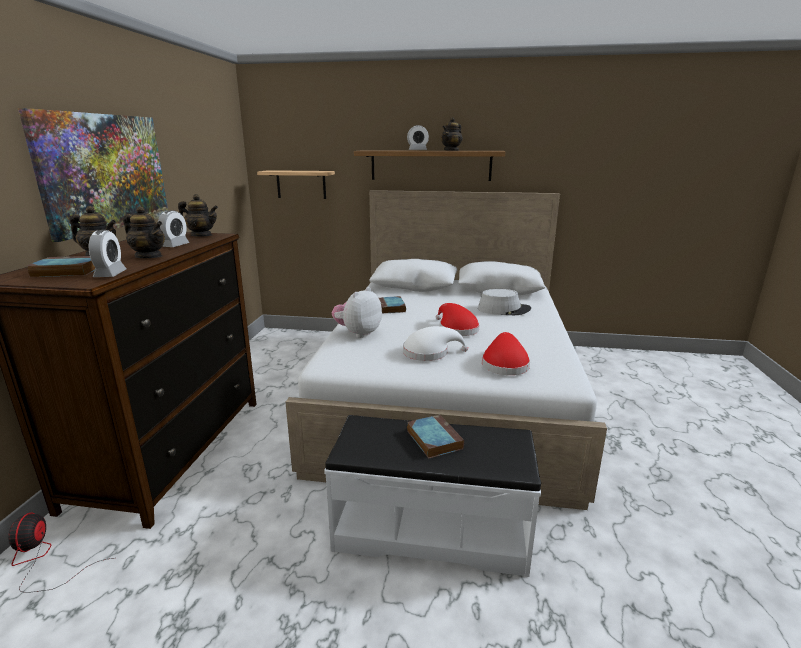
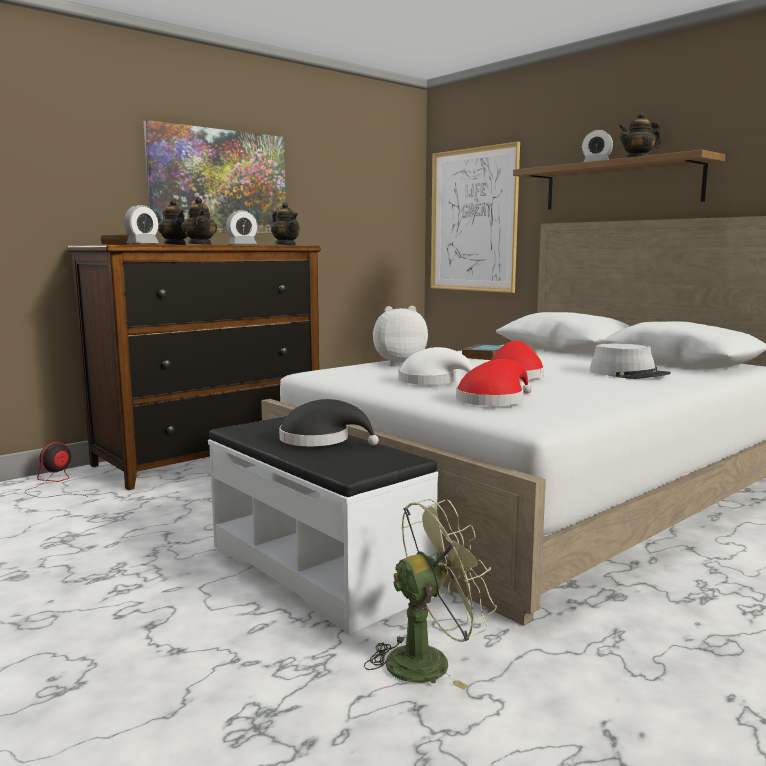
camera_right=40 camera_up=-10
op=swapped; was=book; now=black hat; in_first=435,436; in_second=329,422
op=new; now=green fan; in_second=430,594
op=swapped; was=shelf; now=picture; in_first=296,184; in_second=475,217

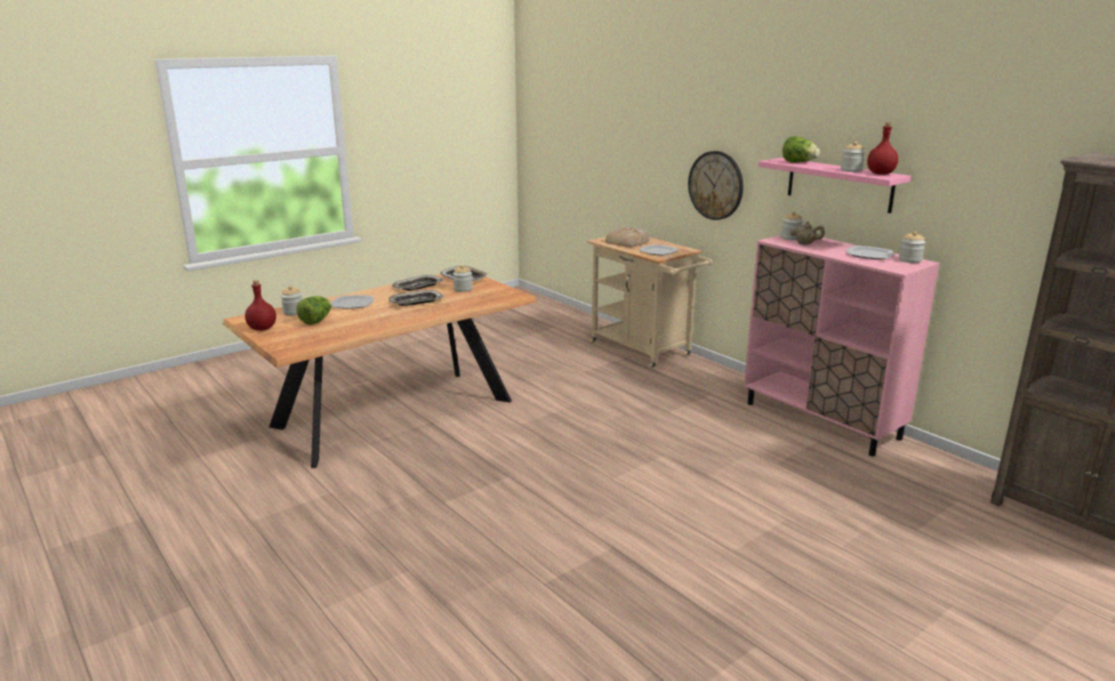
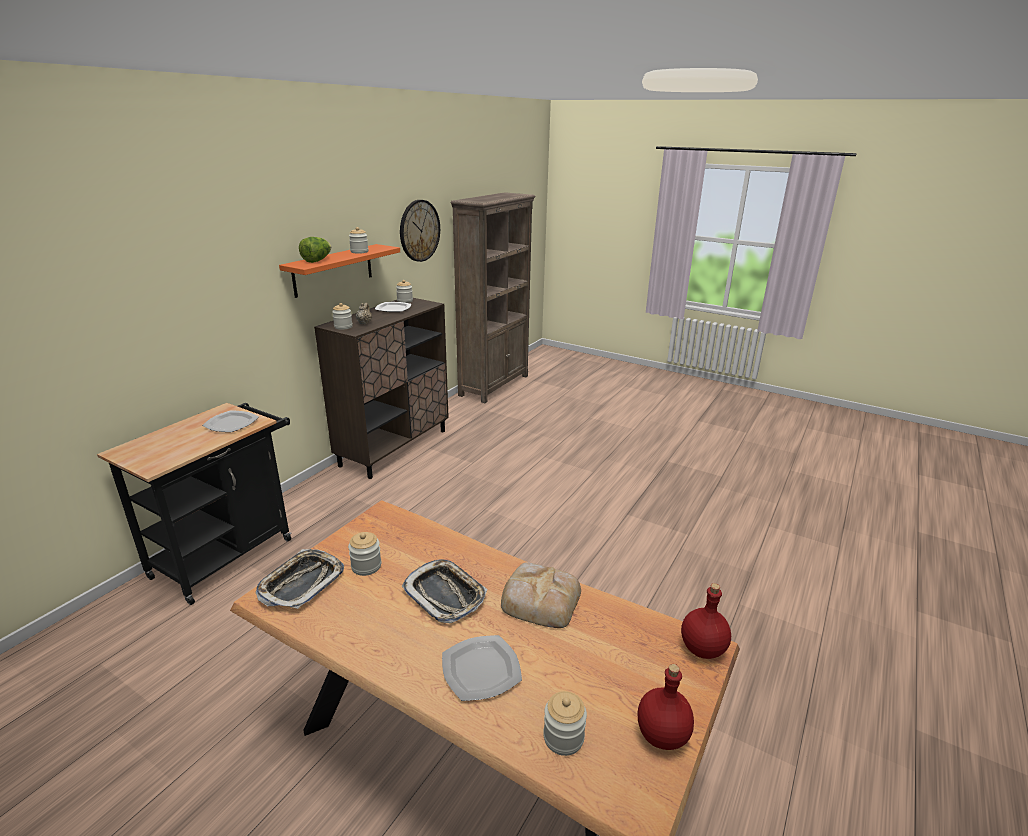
camera_right=-110 camera_up=5
op=repainted; was=beige cart; now=black cart; in_first=649,303; in_second=194,504
op=repainted; was=pink shelf; now=orange shelf; in_first=834,185; in_second=339,271
op=repainted; was=pink cabinet; now=brown cabinet; in_first=842,345; in_second=381,388
op=shifted; was=wall clock; in_first=715,185; in_second=420,231
op=shifted; was=bread; in_first=627,237; in_second=541,595
op=shifted; was=red bottle; in_first=882,148; in_second=706,621
op=gone; was=lettuce; in_first=314,310
op=gone; was=tray; in_first=418,283

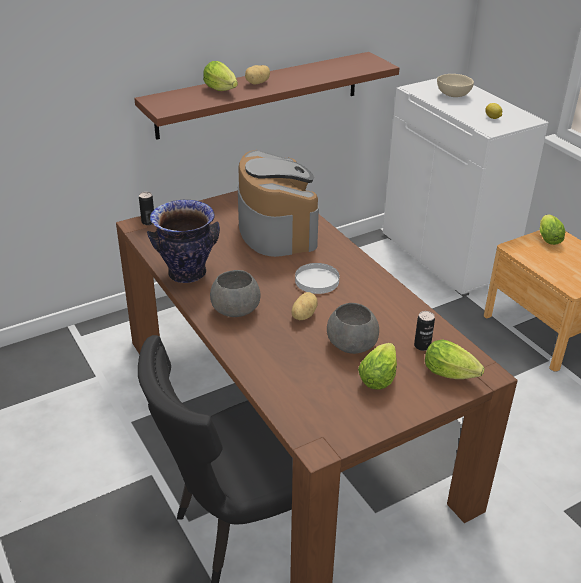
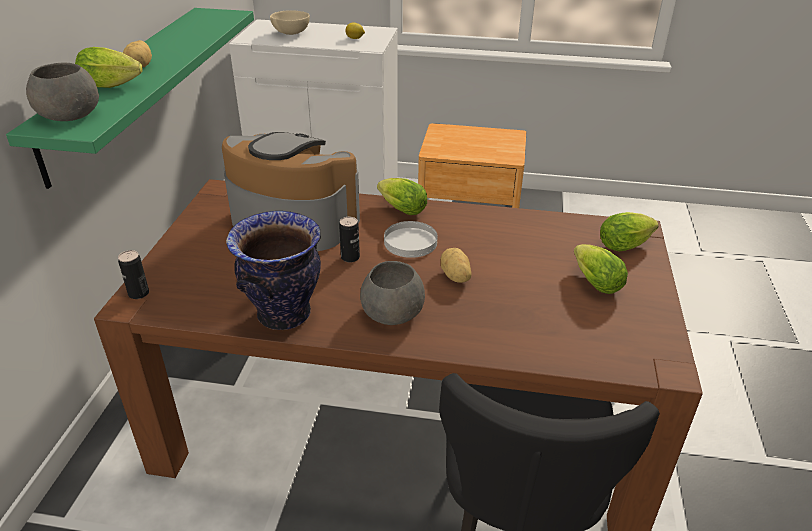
camera_right=-50 camera_up=0
op=repainted; was=brown shelf; now=green shelf; in_first=267,96; in_second=130,98
op=shifted; was=grey bowl; in_first=353,328; in_second=62,92
op=shifted; was=can; in_first=424,331; in_second=349,239
op=shifted; was=lettuce; in_first=553,230; in_second=402,196

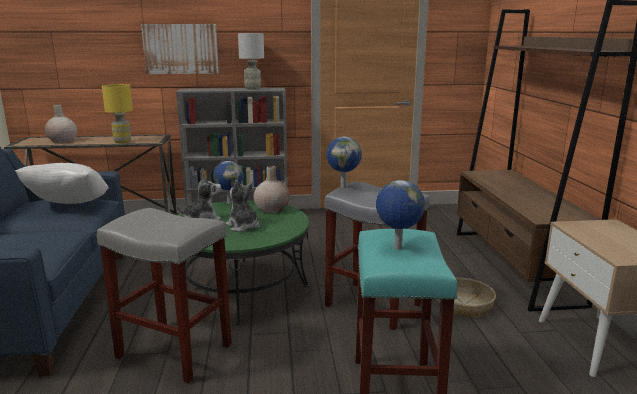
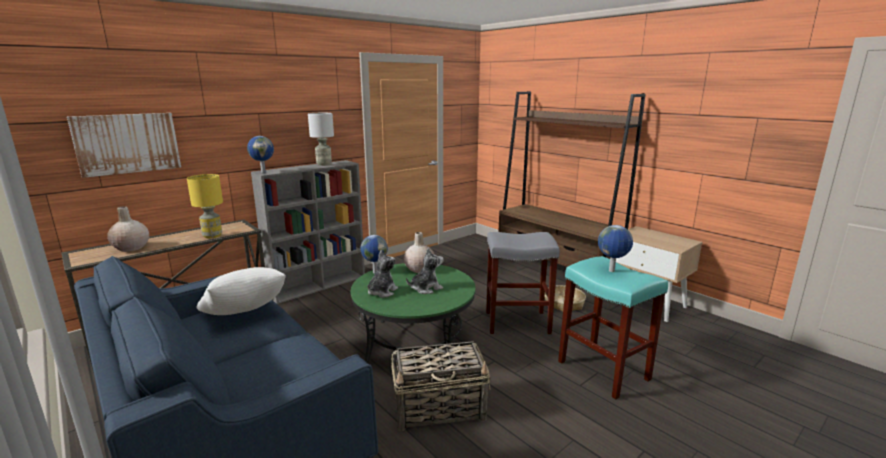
camera_right=-35 camera_up=0
op=shifted; was=picture; in_first=180,49; in_second=124,145
op=shifted; was=globe; in_first=344,162; in_second=260,154
op=swapped; was=grey stool; now=basket; in_first=164,295; in_second=440,386
op=rotated; was=plush toy; in_first=243,206; in_second=425,271; clockwise=135

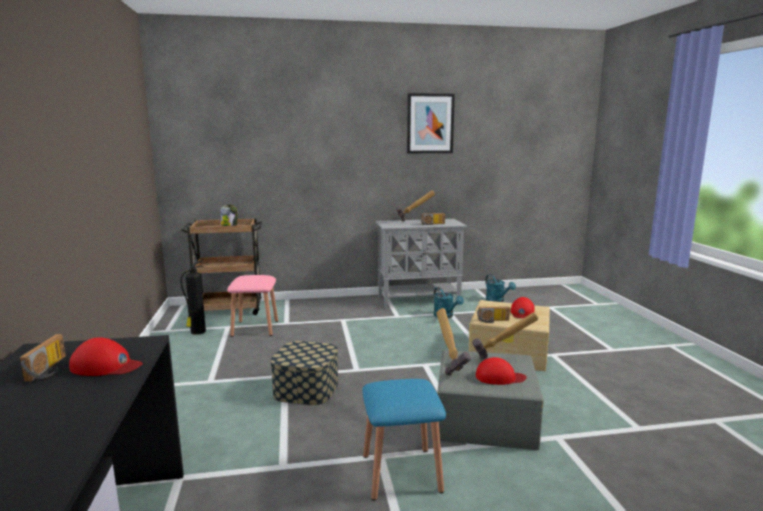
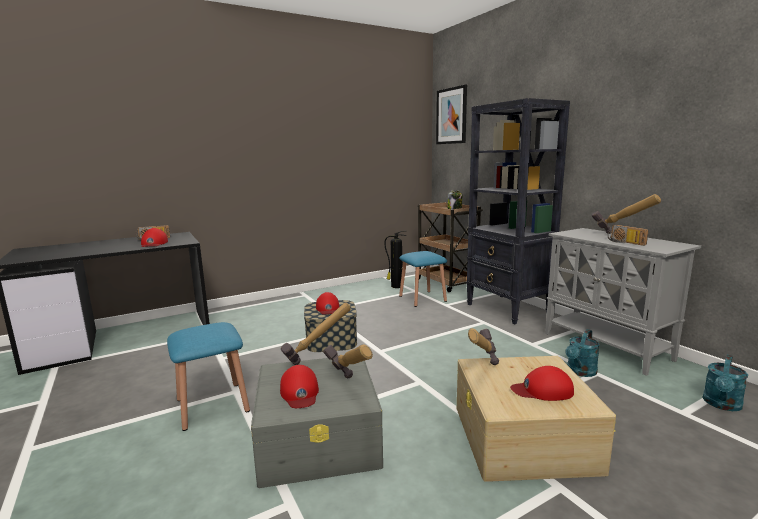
camera_right=70 camera_up=0
op=new; now=red cap; in_second=327,303
op=repainted; was=pink stool; now=blue stool; in_first=252,306; in_second=423,279
op=shifted; was=picture; in_first=431,123; in_second=451,114
op=new; now=black bookcase; in_second=518,211
op=swapped; was=radio; now=hammer; in_first=493,315; in_second=483,346

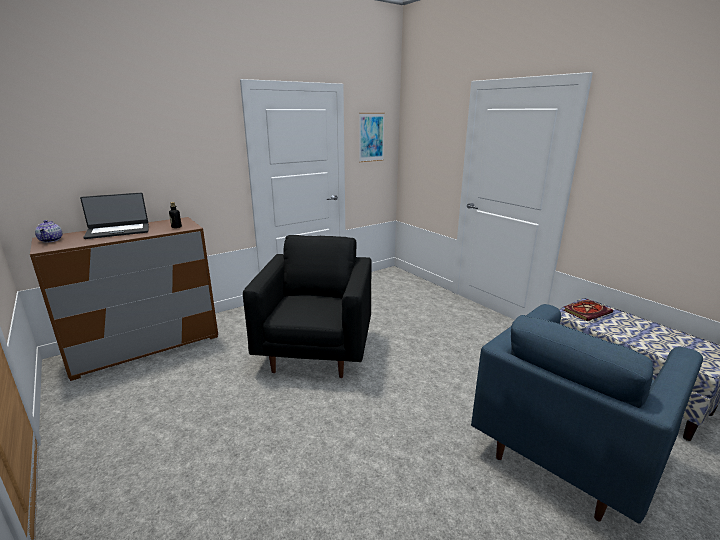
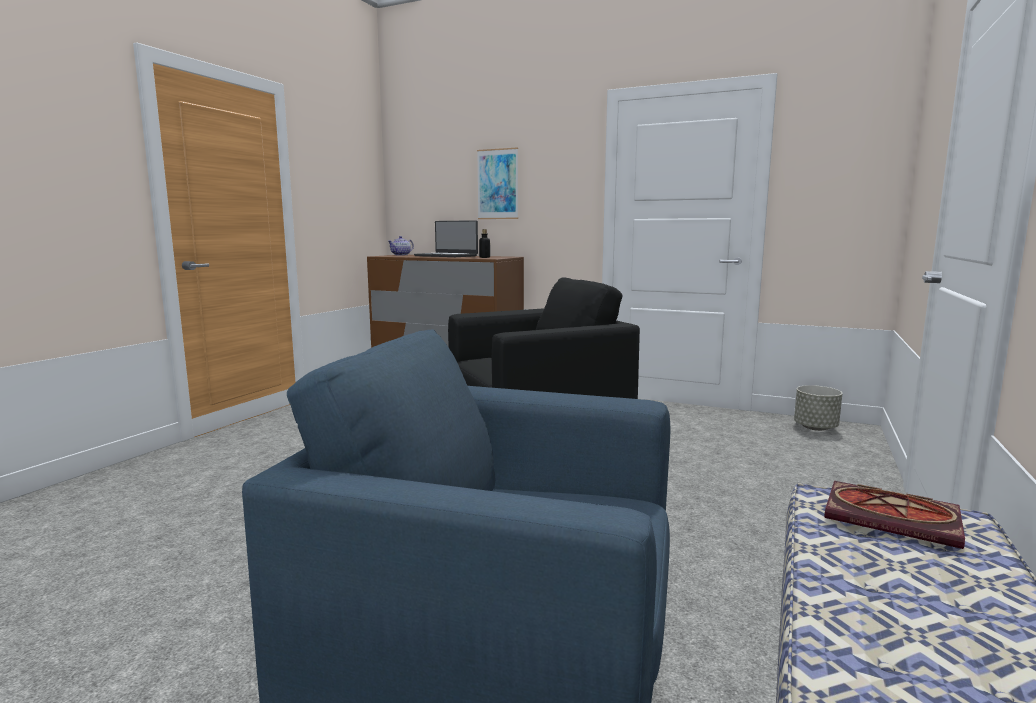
camera_right=60 camera_up=-10
op=shifted; was=picture; in_first=372,137; in_second=497,183
op=new; now=grey planter; in_second=818,408

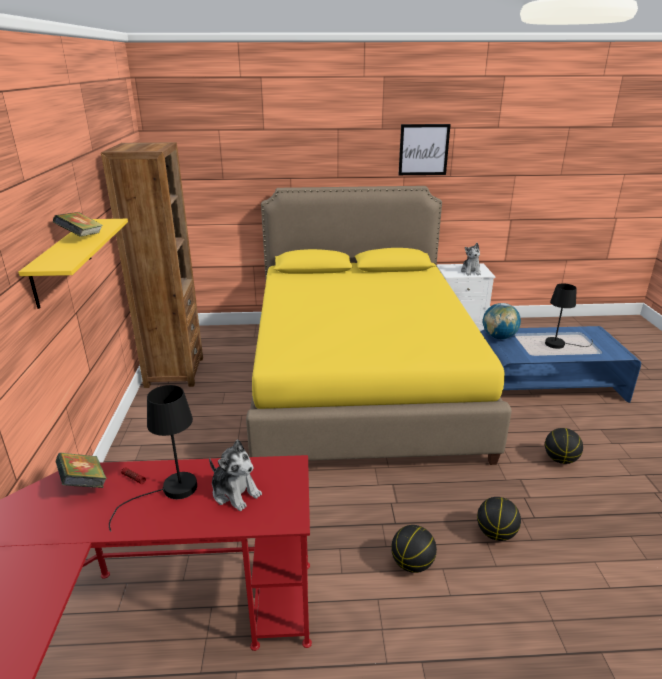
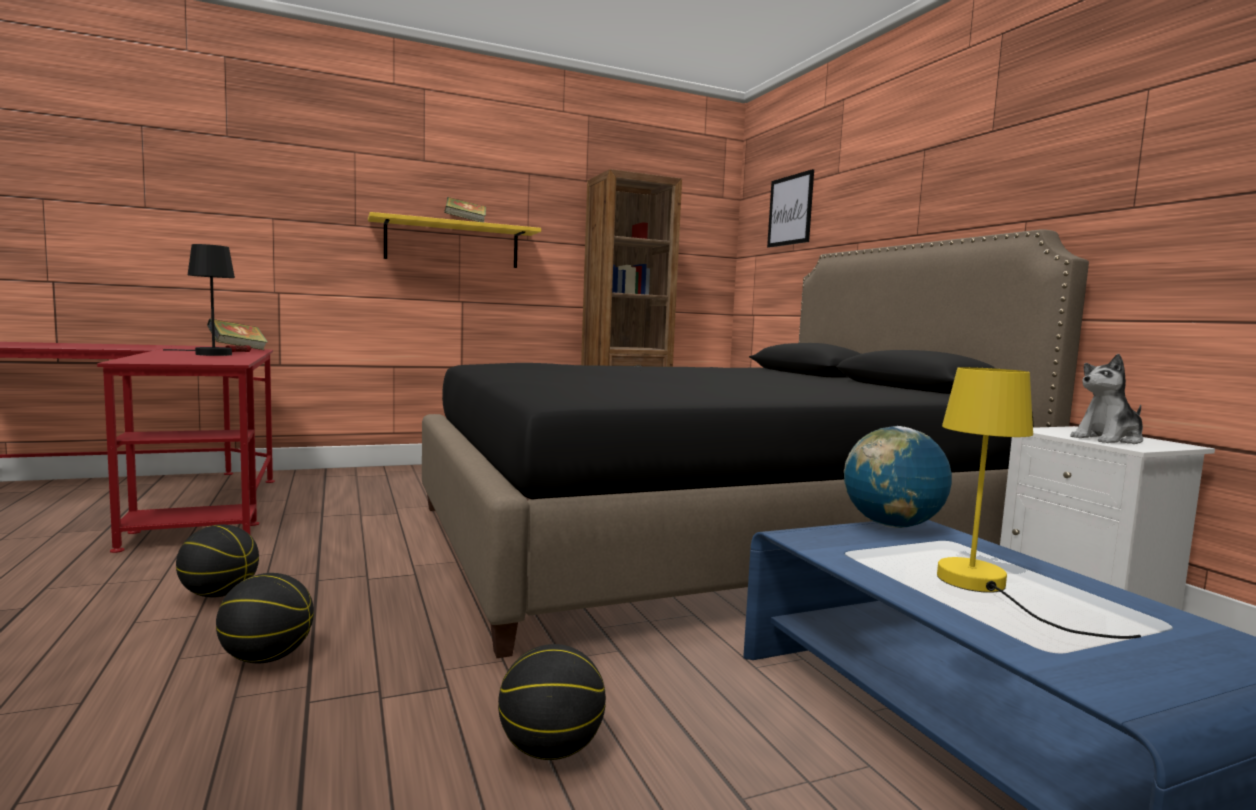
camera_right=70 camera_up=-20
op=repainted; was=yellow bed; now=black bed; in_first=379,325; in_second=755,443
op=shifted; was=picture; in_first=424,149; in_second=790,208
op=repainted; was=black table lamp; now=yellow table lamp; in_first=569,316; in_second=1039,503
op=gone; was=plush toy; in_first=235,475

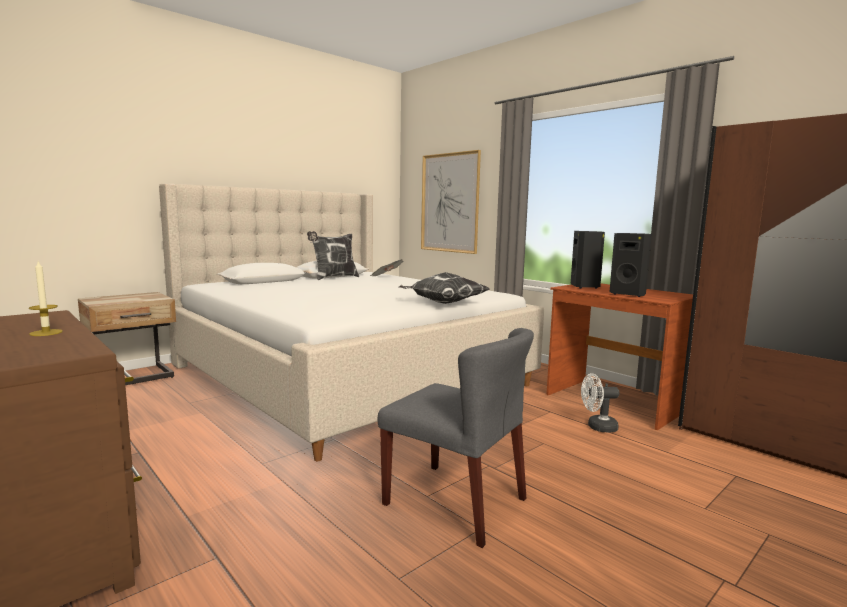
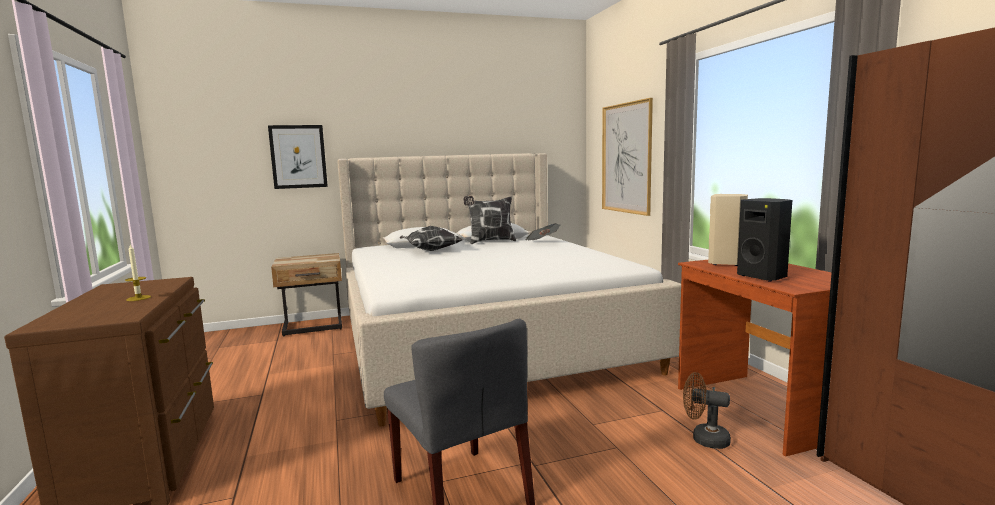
camera_right=25 camera_up=0
op=new; now=picture; in_second=298,157
op=shifted; was=pillow; in_first=444,288; in_second=431,238
op=repainted; was=white fan; now=brown fan; in_first=600,402; in_second=707,410
op=repainted; was=black speaker; now=beige speaker; in_first=588,259; in_second=728,230

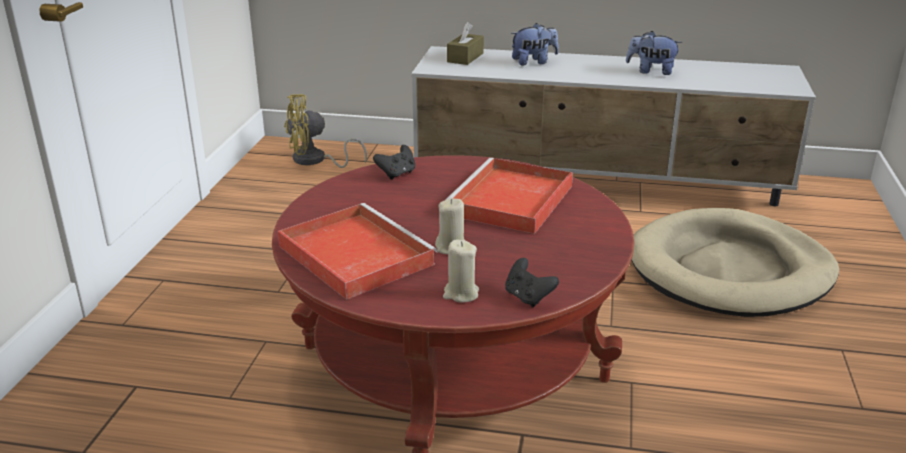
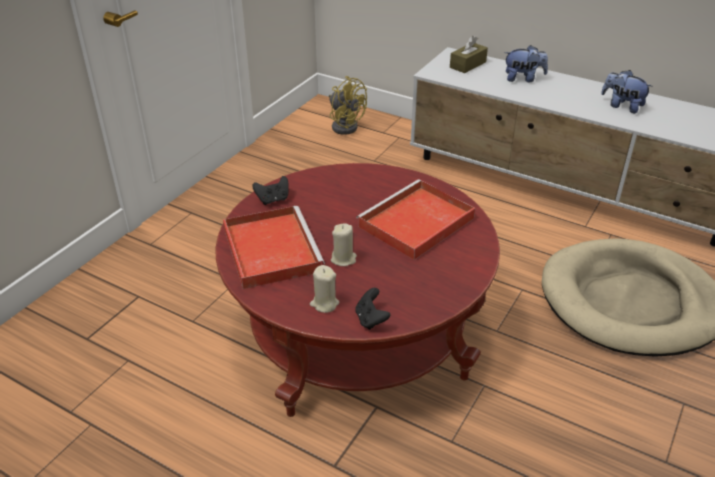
camera_right=20 camera_up=10
op=shifted; was=black game controller; in_first=394,162; in_second=270,190
op=rotated; was=yellow fan; in_first=325,131; in_second=348,105; clockwise=-135

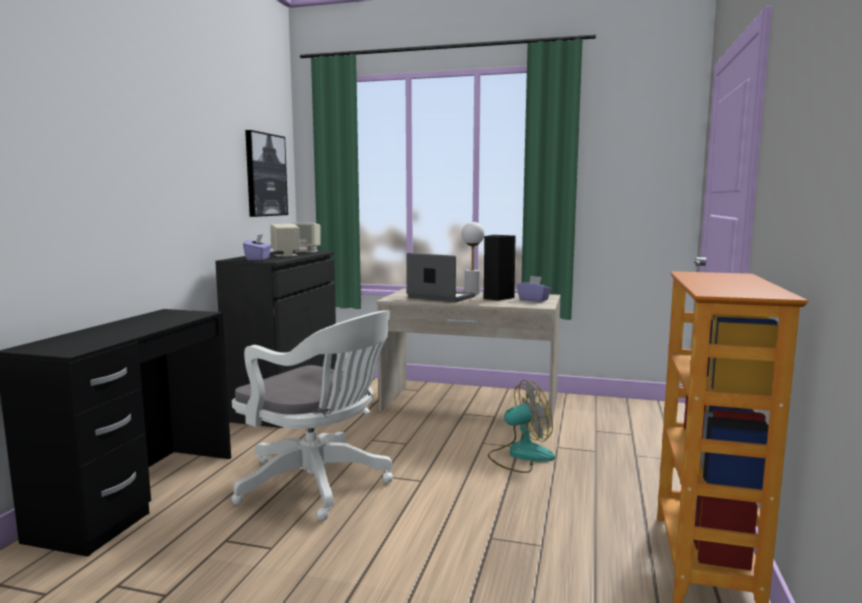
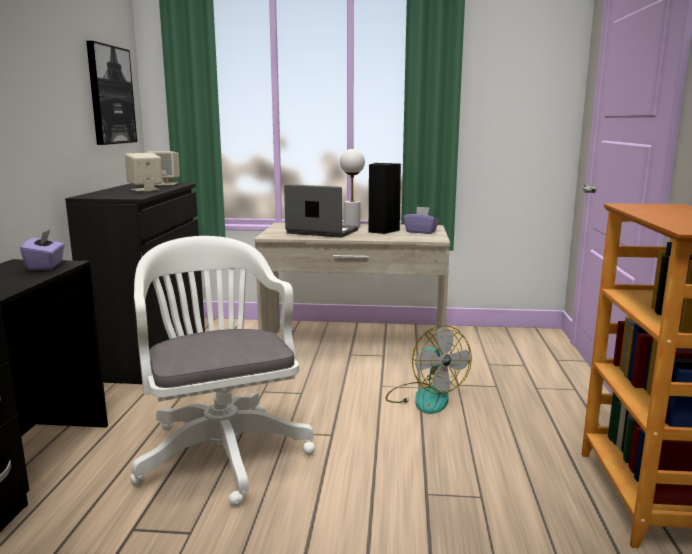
camera_right=-10 camera_up=5
op=shifted; was=purple tissue box; in_first=257,247; in_second=42,250
op=rotated; was=white office chair; in_first=312,416; in_second=222,371; clockwise=-135
op=rotated; was=fan; in_first=521,426; in_second=429,369; clockwise=90

